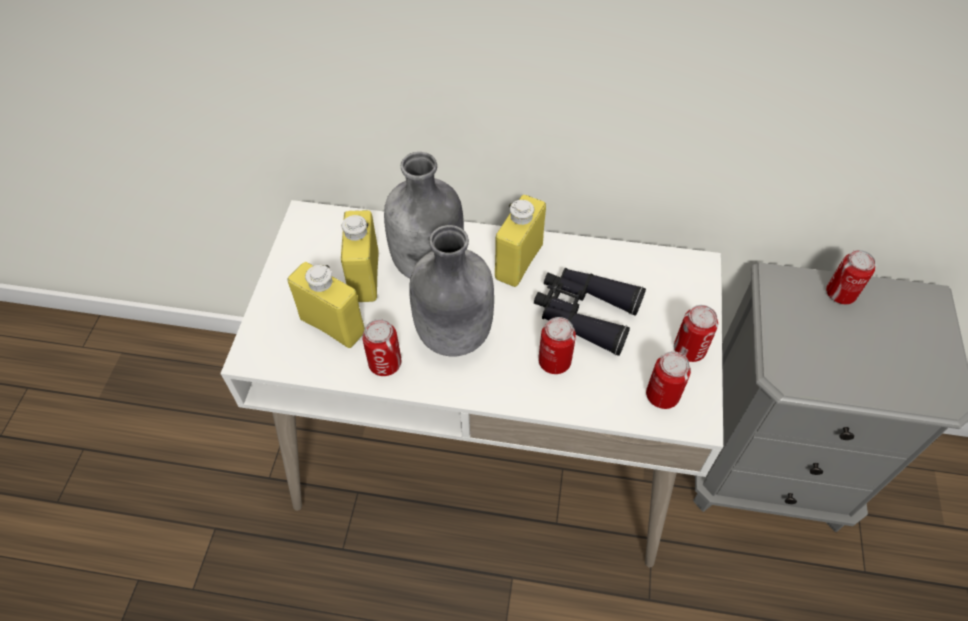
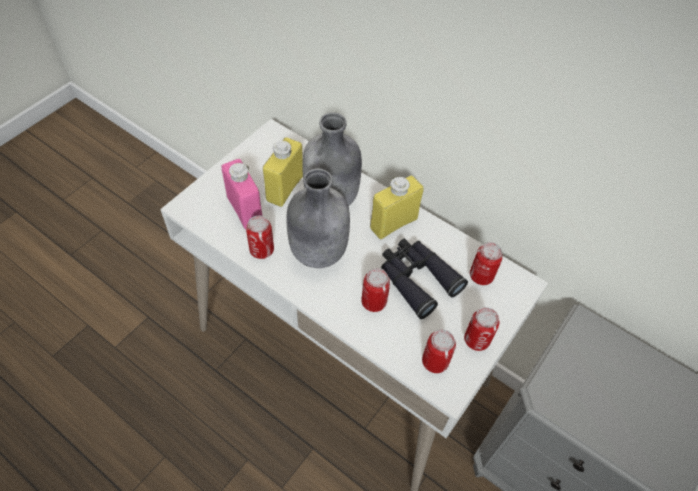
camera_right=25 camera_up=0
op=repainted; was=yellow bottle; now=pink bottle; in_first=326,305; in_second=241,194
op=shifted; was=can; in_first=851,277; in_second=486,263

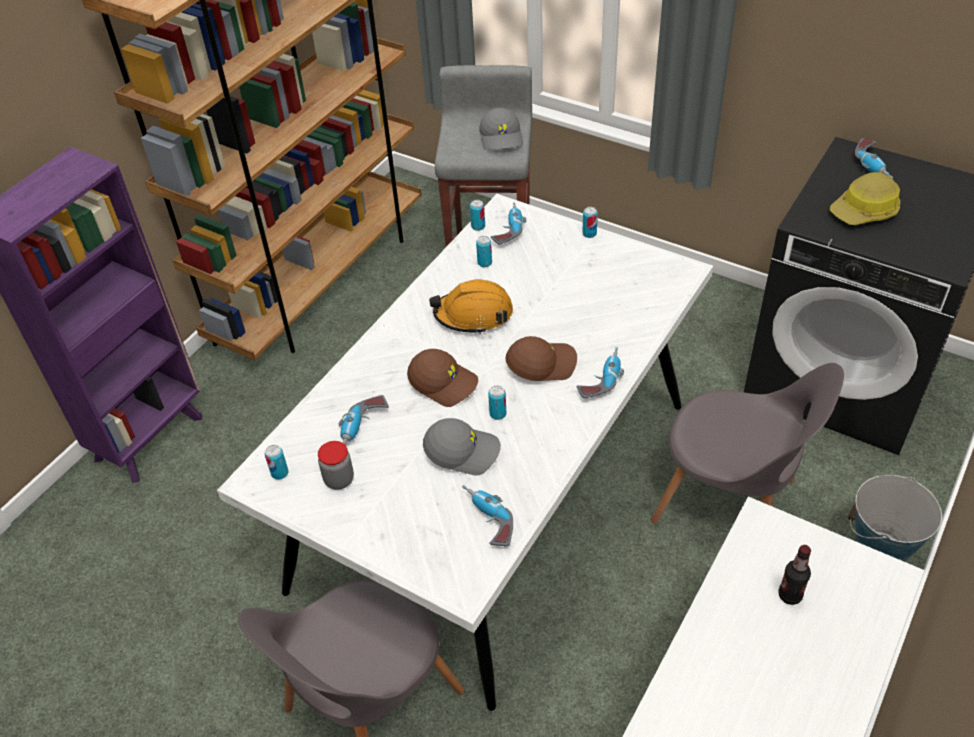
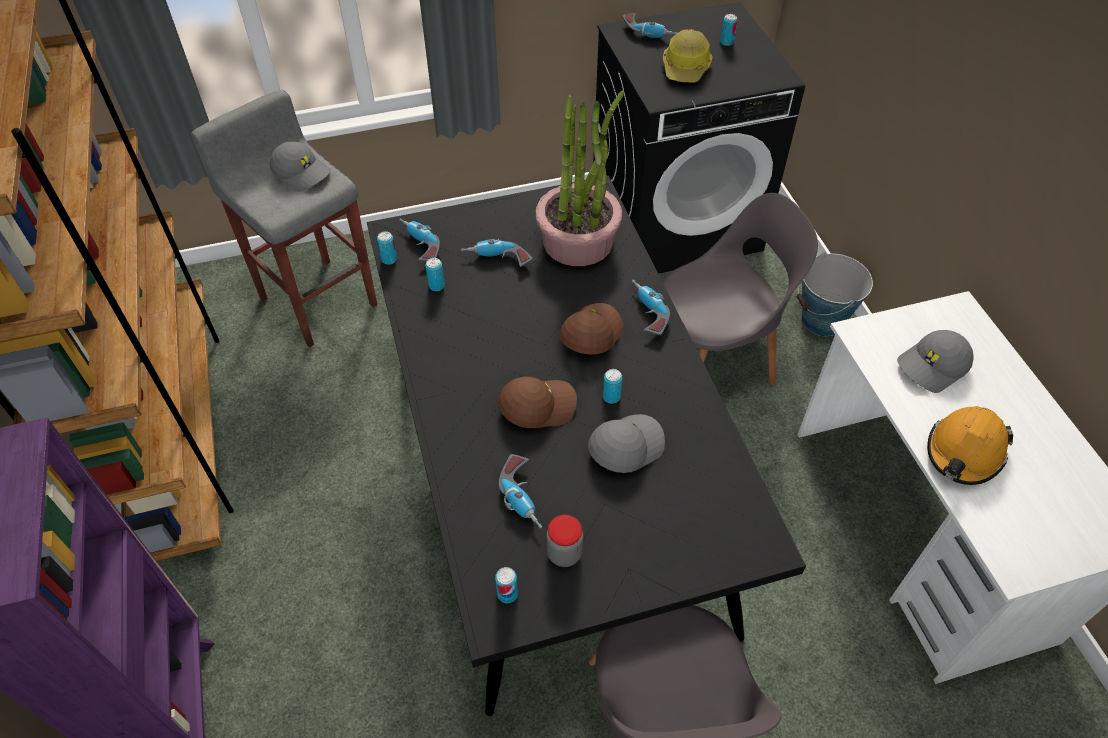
camera_right=-50 camera_up=5
op=repainted; was=white dining table; now=black dining table; in_first=465,452; in_second=586,445
op=shifted; was=power drill; in_first=487,515; in_second=497,253
op=new; now=potted plant; in_second=580,178
op=shifted; was=can; in_first=590,222; in_second=729,30
op=swapped; was=bottle; now=grey cap; in_first=794,575; in_second=935,361
op=shifted; was=orange hard hat; in_first=471,307; in_second=970,445

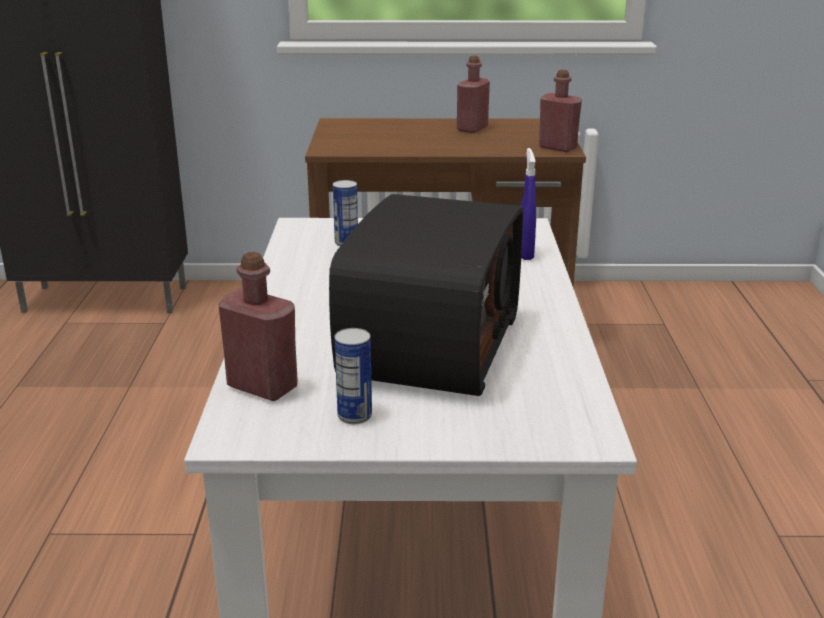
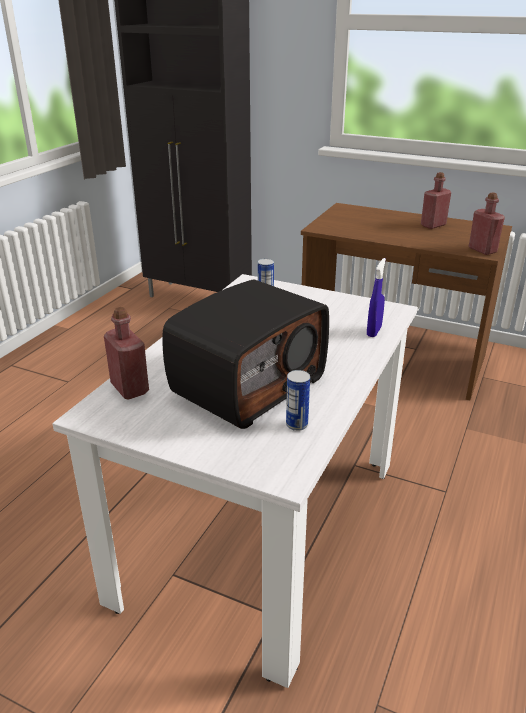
camera_right=25 camera_up=5
op=shifted; was=can; in_first=353,376; in_second=298,400

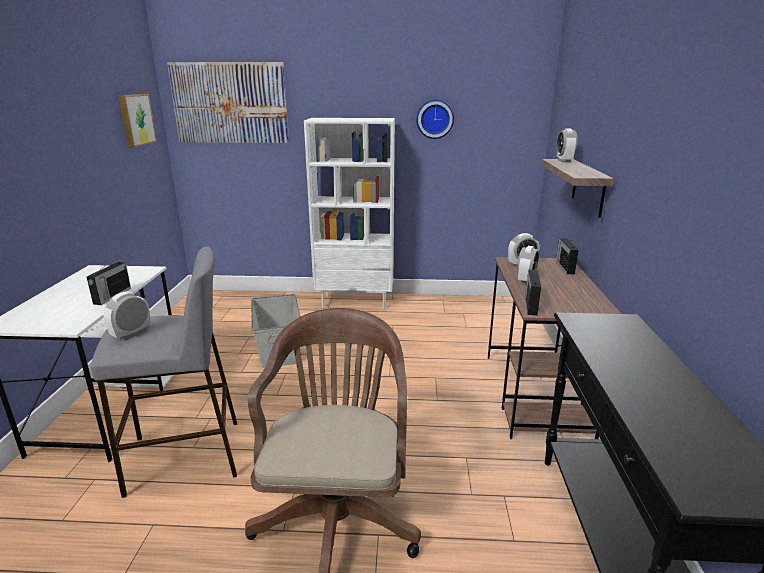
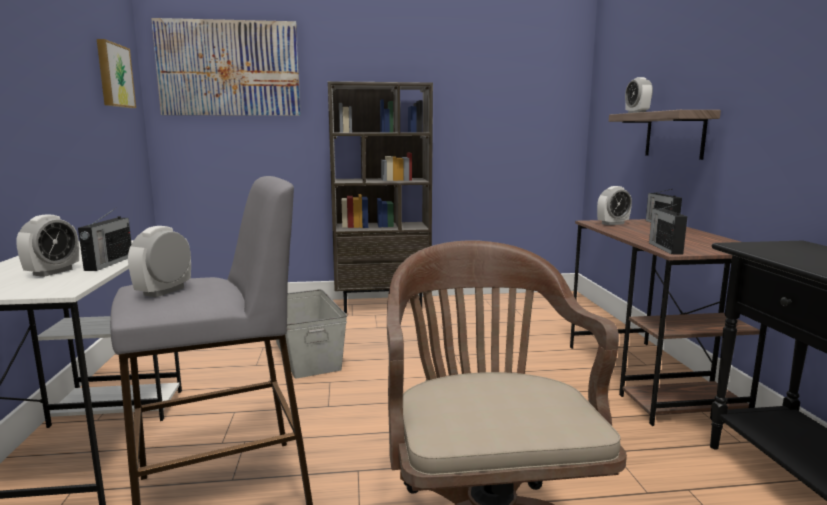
camera_right=-10 camera_up=-10
op=shifted; was=alarm clock; in_first=528,265; in_second=48,245
op=repainted; was=white bookcase; now=brown bookcase; in_first=349,213; in_second=380,197
op=gone; was=wall clock; in_first=435,119

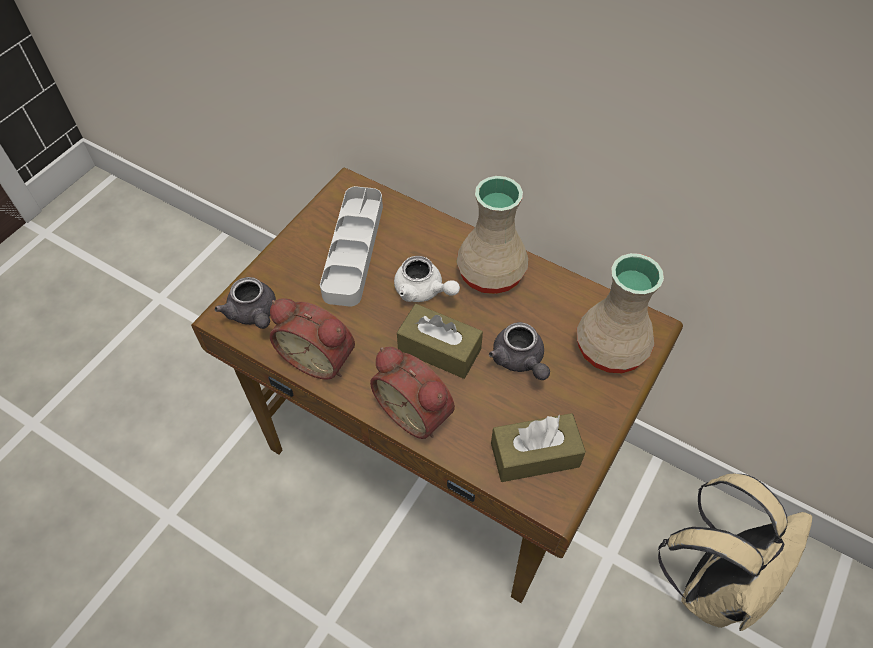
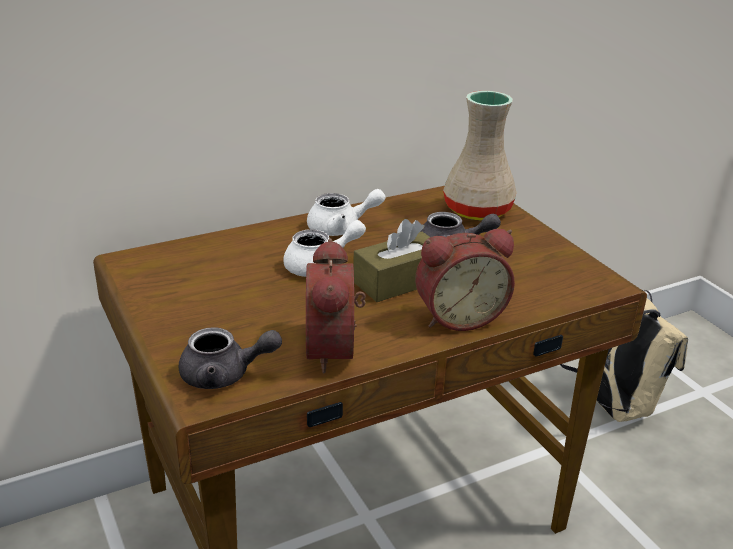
camera_right=-60 camera_up=-25
op=rotated; was=alarm clock; in_first=312,339; in_second=336,305; clockwise=120
op=swapped; was=beige vase; now=white teapot; in_first=492,235; in_second=346,212
op=gone; was=grey tray; in_first=351,246
op=gone; was=brown tissue box; in_first=538,447

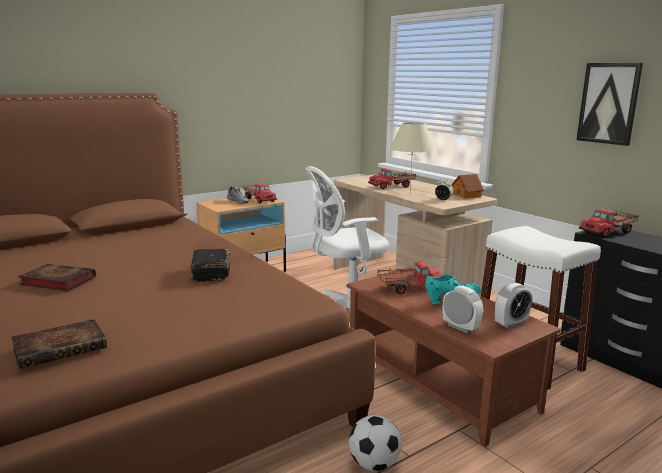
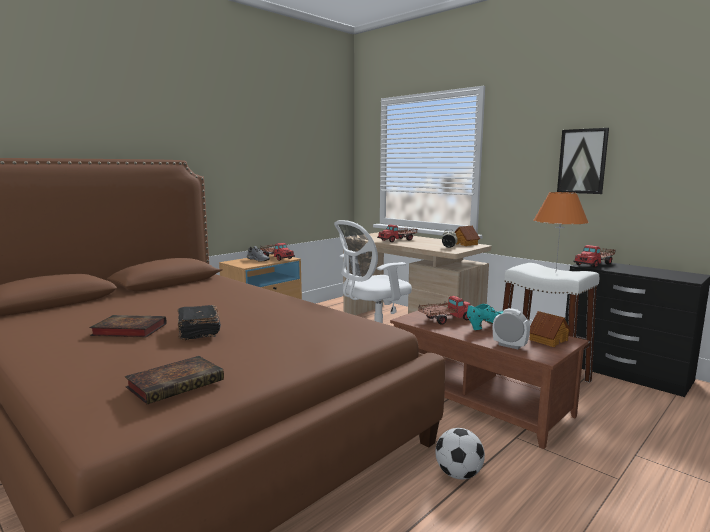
camera_right=-10 camera_up=-5
op=shifted; was=black book; in_first=210,265; in_second=199,322
op=swapped; was=alarm clock; now=toy house; in_first=513,306; in_second=550,329
op=new; now=orange table lamp; in_second=561,231
op=gone; was=beige table lamp; in_first=412,156

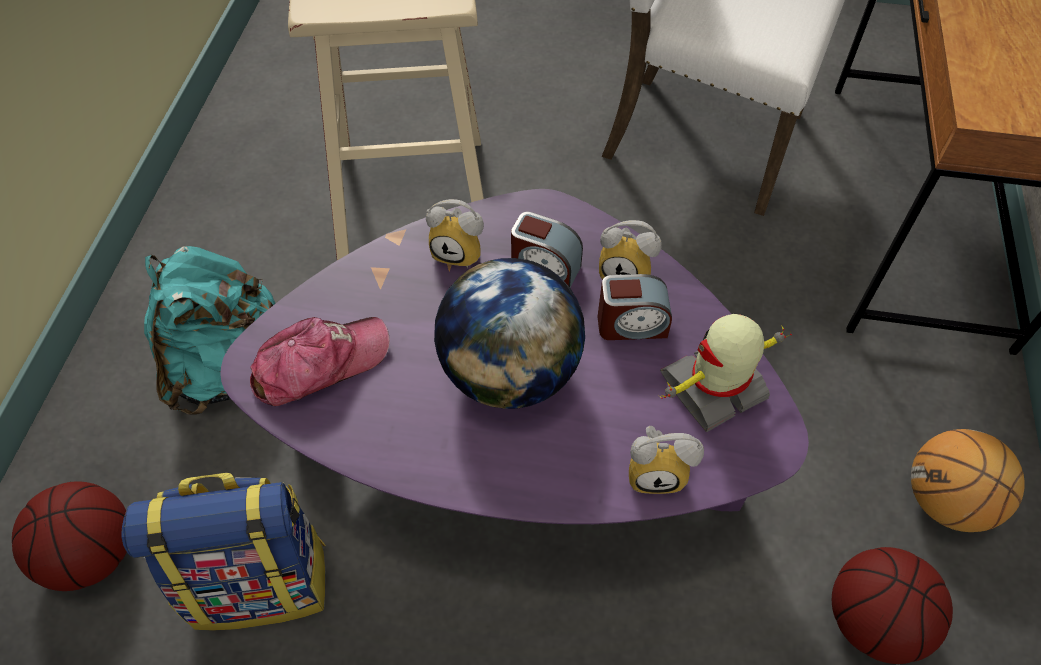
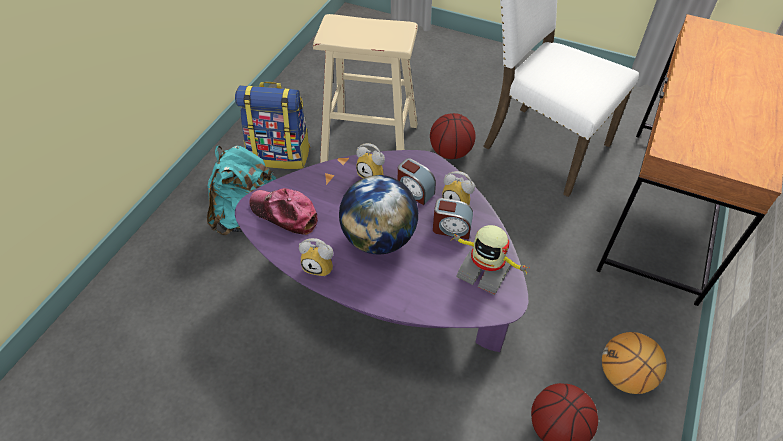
camera_right=15 camera_up=-5
op=shifted; was=backpack; in_first=223,552; in_second=273,125
op=rotated; was=cap; in_first=320,361; in_second=283,211; clockwise=-135
op=shifted; was=alarm clock; in_first=666,460; in_second=316,257
op=shifted; was=basketball; in_first=69,536; in_second=453,136
op=rotated; was=toy robot; in_first=725,373; in_second=490,260; clockwise=-135

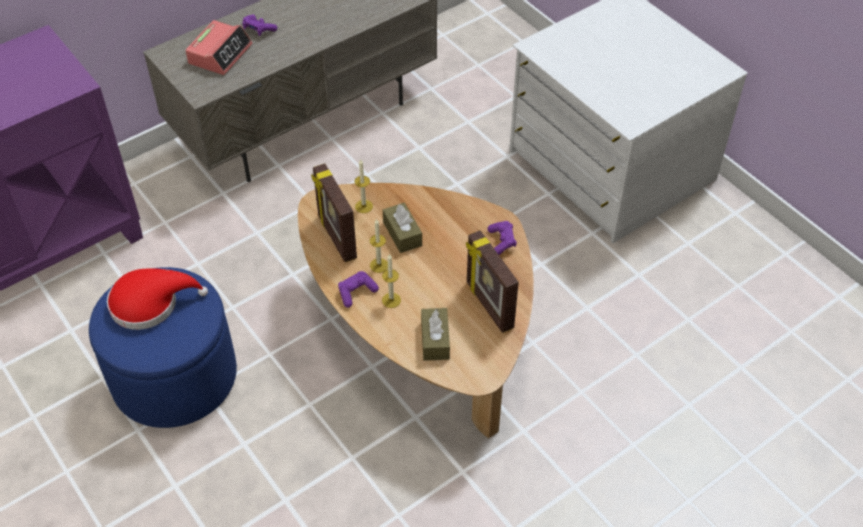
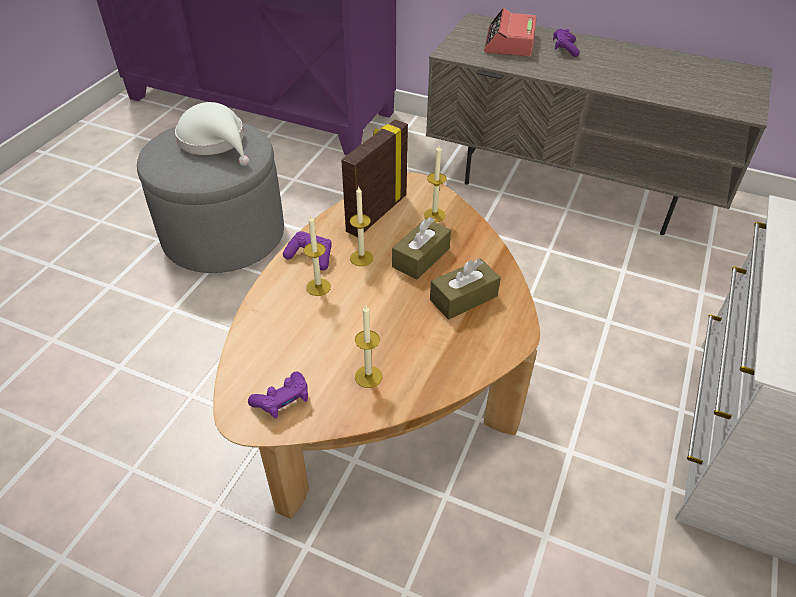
camera_right=60 camera_up=-5
op=repainted; was=blue ottoman; now=grey ottoman; in_first=163,347; in_second=210,198
op=repainted; was=red hat; now=white hat; in_first=157,299; in_second=212,134
op=shifted; was=purple game controller; in_first=502,238; in_second=278,395
op=swapped; was=picture frame; now=candle; in_first=492,281; in_second=368,346
op=shifted; was=brown tissue box; in_first=435,334; in_second=465,289
op=rotated; was=alarm clock; in_first=218,47; in_second=510,32; clockwise=105

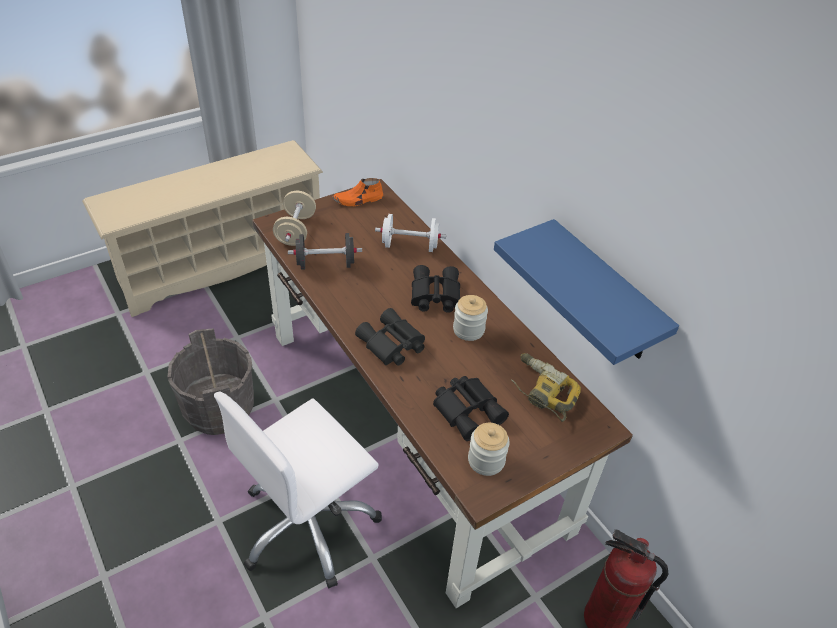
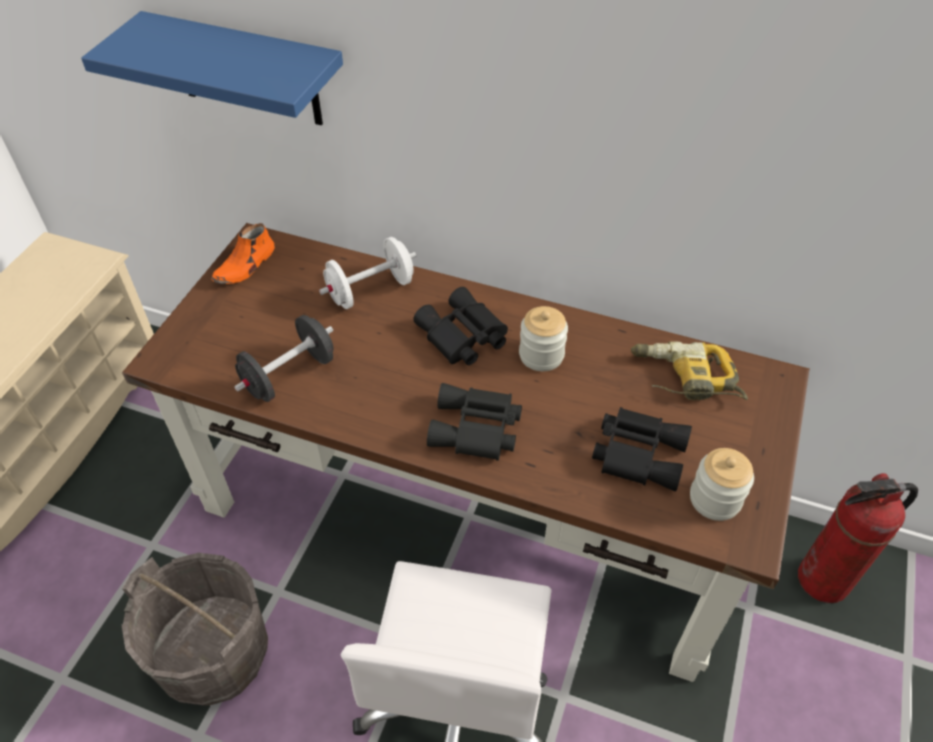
camera_right=-35 camera_up=5
op=shifted; was=blue shelf; in_first=586,292; in_second=212,68
op=gone; was=beige dumbbell; in_first=294,218

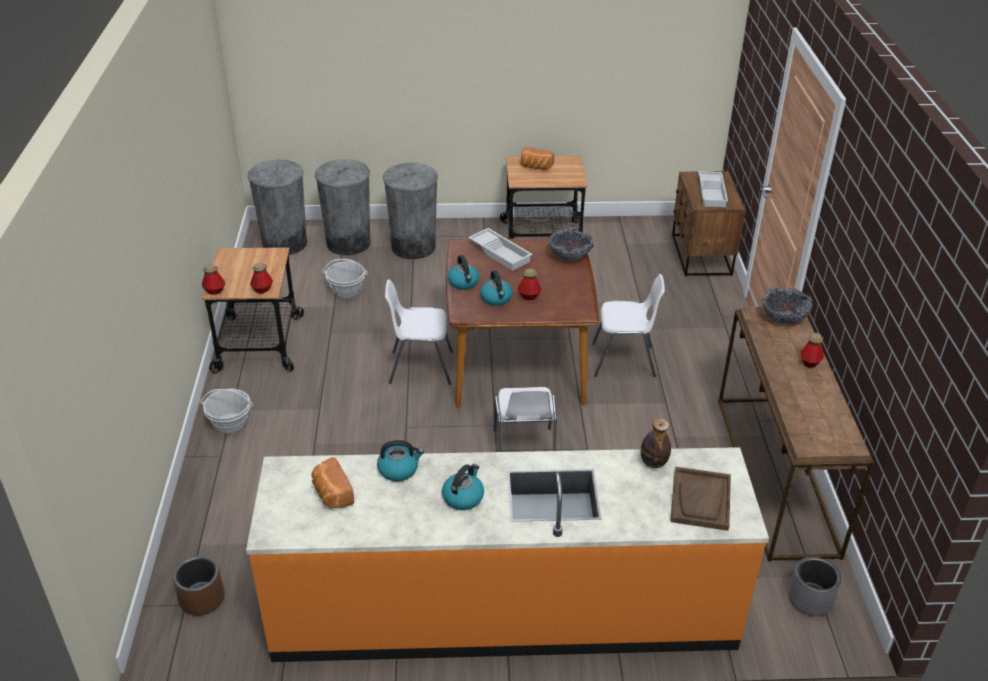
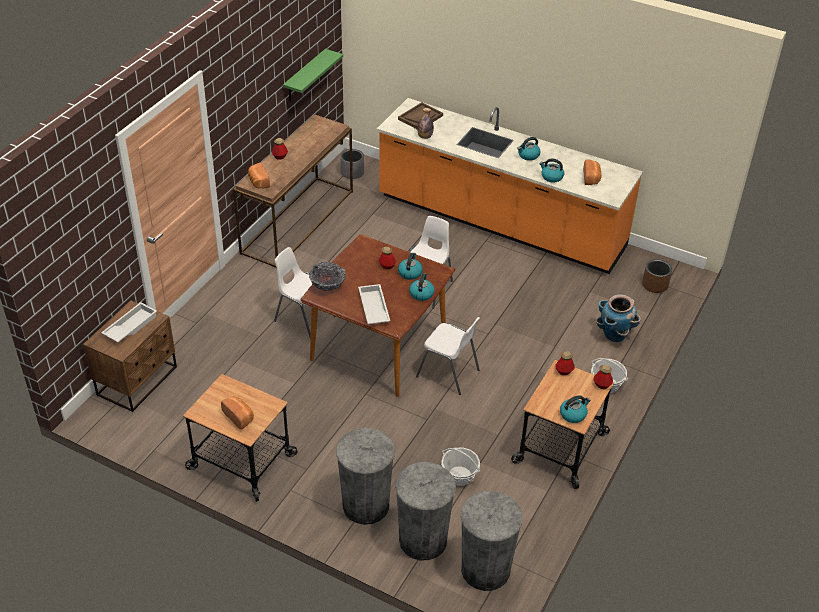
camera_right=-150 camera_up=5
op=swapped; was=bowl; now=bread; in_first=787,305; in_second=259,175
op=new; now=green shelf; in_second=313,75
op=new; now=kettle; in_second=575,409
op=new; now=planter; in_second=618,318

